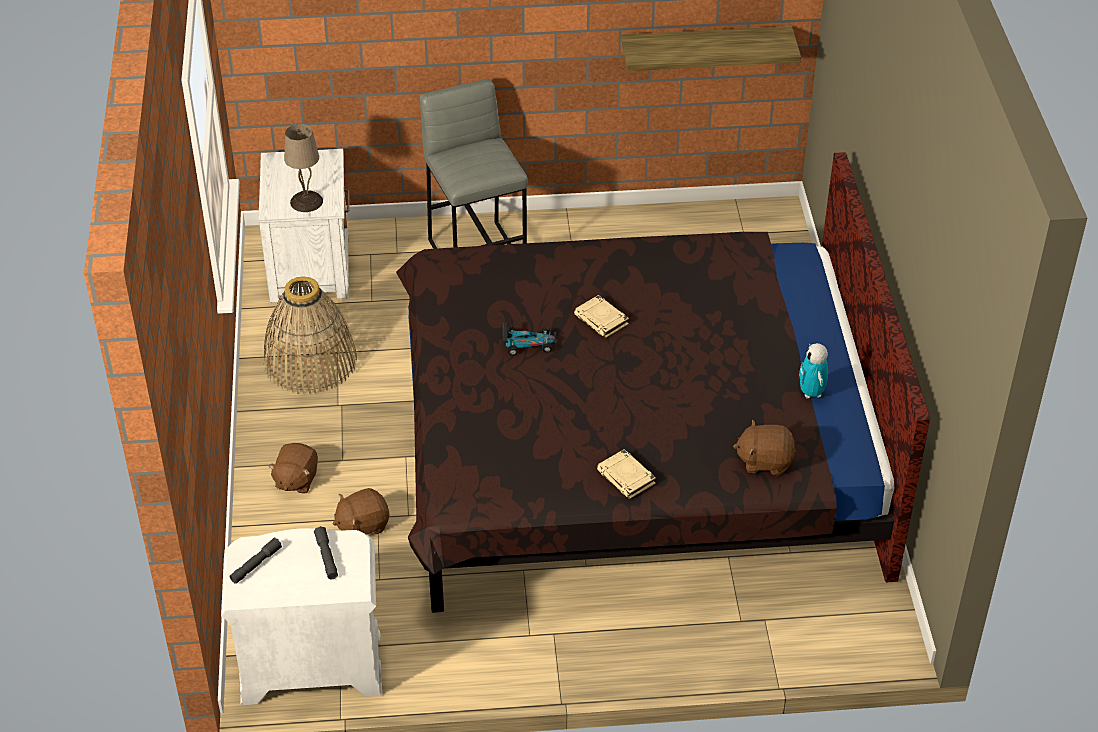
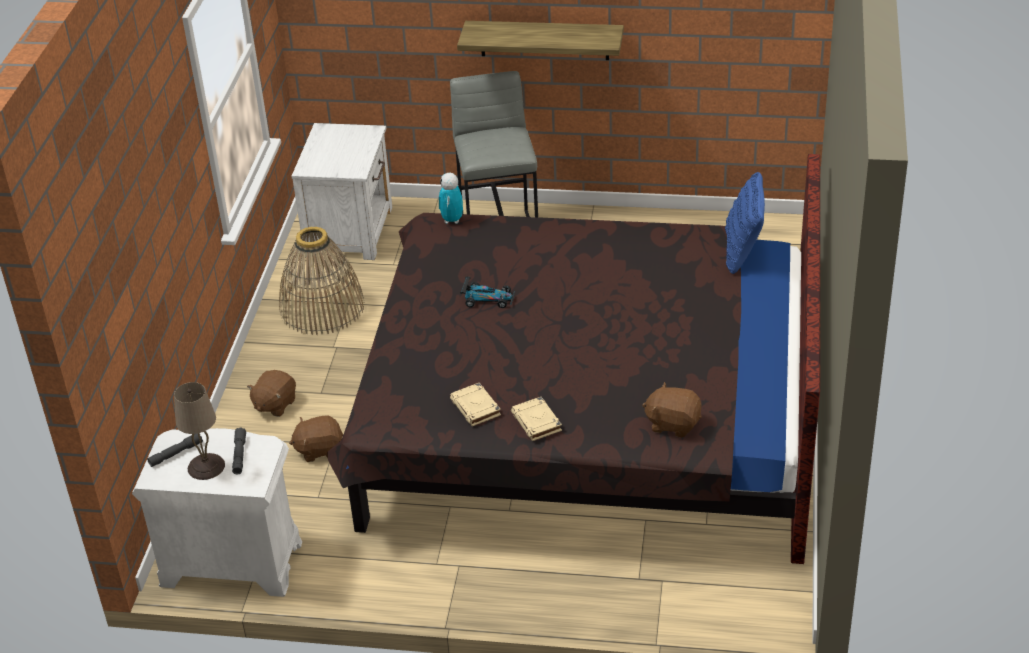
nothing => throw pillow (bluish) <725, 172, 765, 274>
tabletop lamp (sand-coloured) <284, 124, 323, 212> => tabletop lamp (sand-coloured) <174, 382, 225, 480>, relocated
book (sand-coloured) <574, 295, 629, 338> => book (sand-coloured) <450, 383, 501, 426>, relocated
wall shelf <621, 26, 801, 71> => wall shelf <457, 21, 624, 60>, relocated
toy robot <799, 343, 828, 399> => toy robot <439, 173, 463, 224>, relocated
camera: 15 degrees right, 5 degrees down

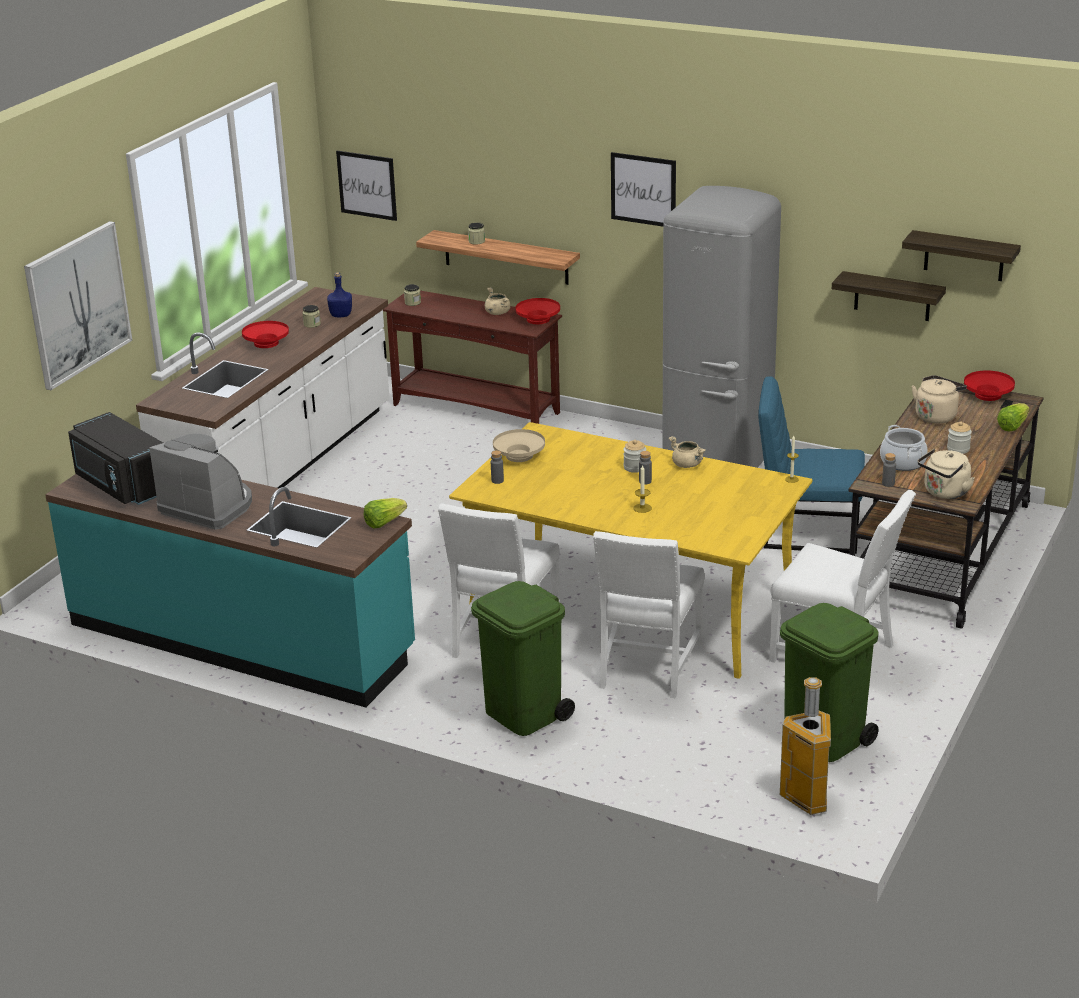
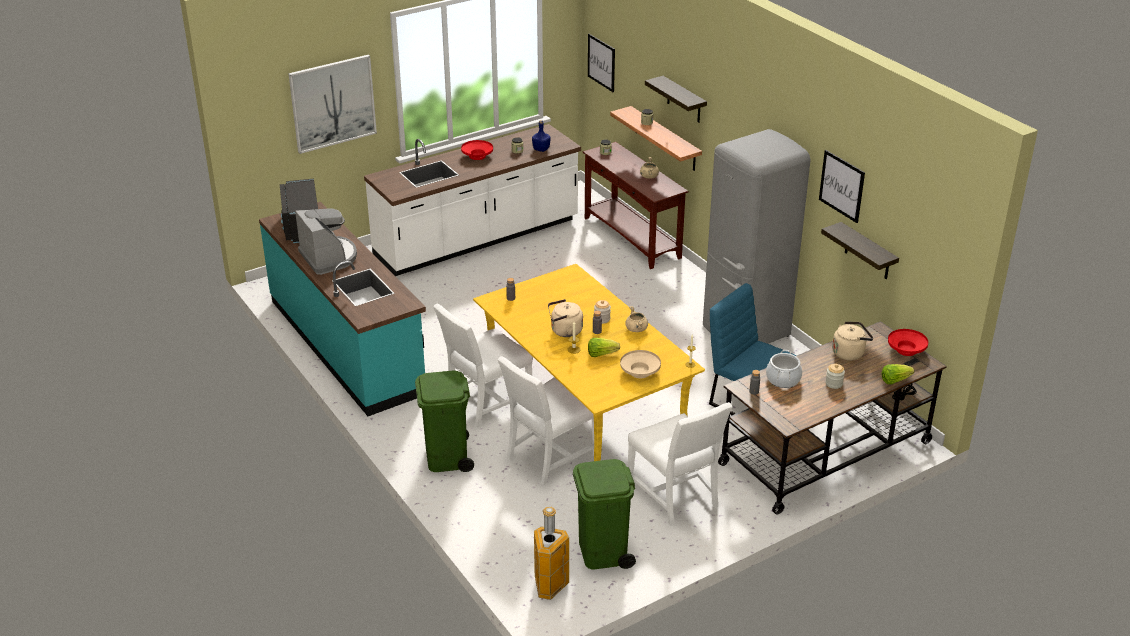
serving bowl (red) <515, 298, 560, 324> => nothing
lettuce <364, 498, 407, 528> => lettuce <588, 338, 620, 357>, relocated
serving bowl (sand-coloured) <493, 429, 545, 462> => serving bowl (sand-coloured) <620, 350, 661, 378>, relocated
wall art <611, 152, 676, 226> => wall art <819, 150, 865, 223>, relocated
wall shelf <902, 230, 1021, 281> => wall shelf <645, 76, 707, 123>, relocated
tea kettle (sand-coloured) <918, 449, 975, 499> => tea kettle (sand-coloured) <548, 299, 583, 337>, relocated
camera: 30 degrees right, 5 degrees up

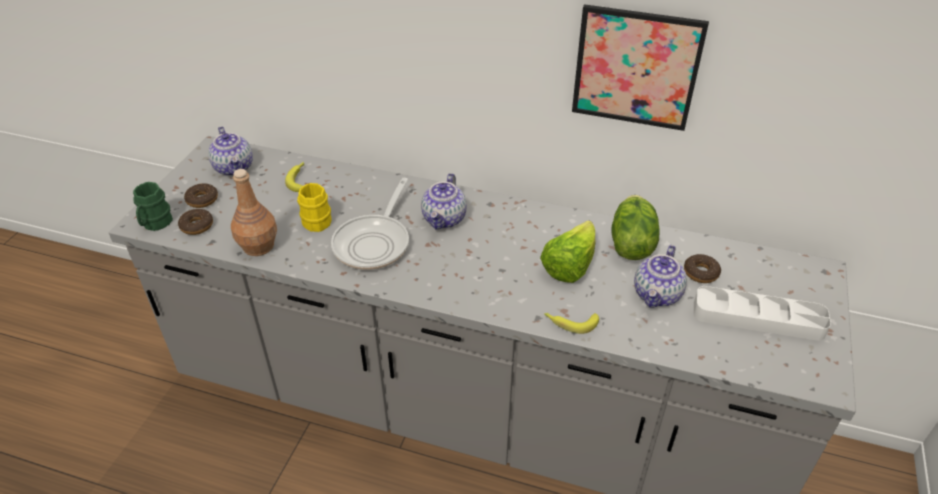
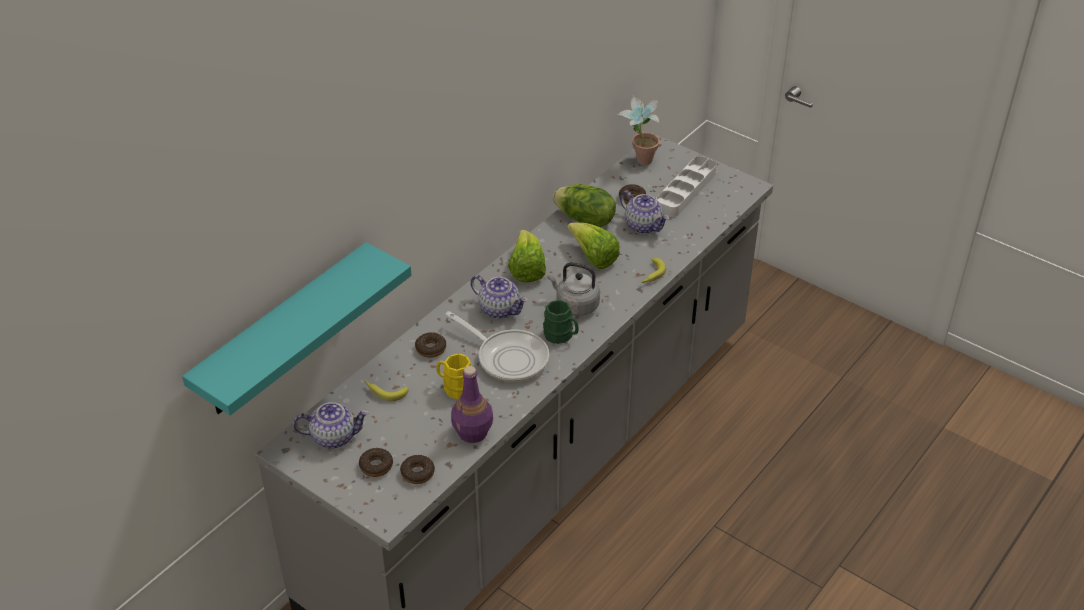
wall art <572, 4, 709, 131> => nothing
nothing => wall shelf (blue-green) <182, 242, 411, 415>
nothing => ring doughnut <415, 332, 446, 358>
nothing => lettuce <508, 229, 546, 283>
nothing => tea kettle (gray) <547, 262, 600, 316>
nothing => houseplant <618, 94, 660, 165>
tea mug (green-coloured) <133, 182, 173, 231> => tea mug (green-coloured) <543, 300, 579, 344>, relocated
bottle (brownish) <231, 169, 277, 256> => bottle (purple) <451, 366, 493, 443>
camera: 70 degrees left, 0 degrees up

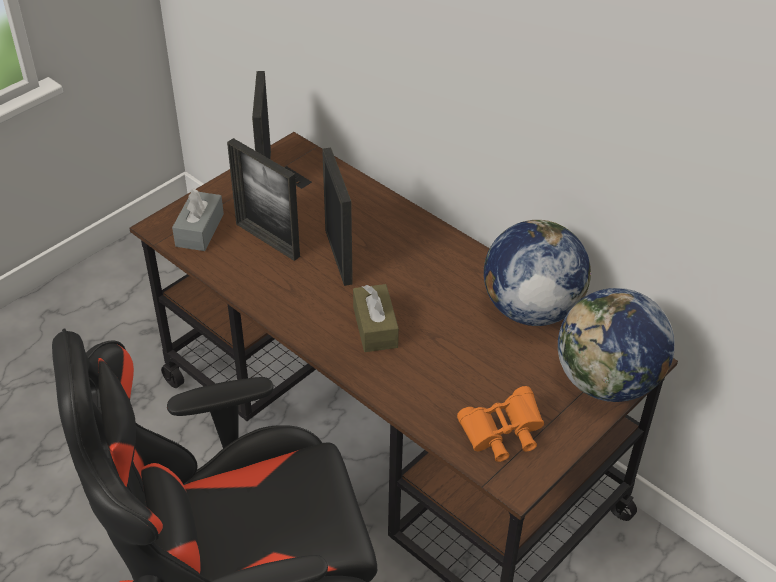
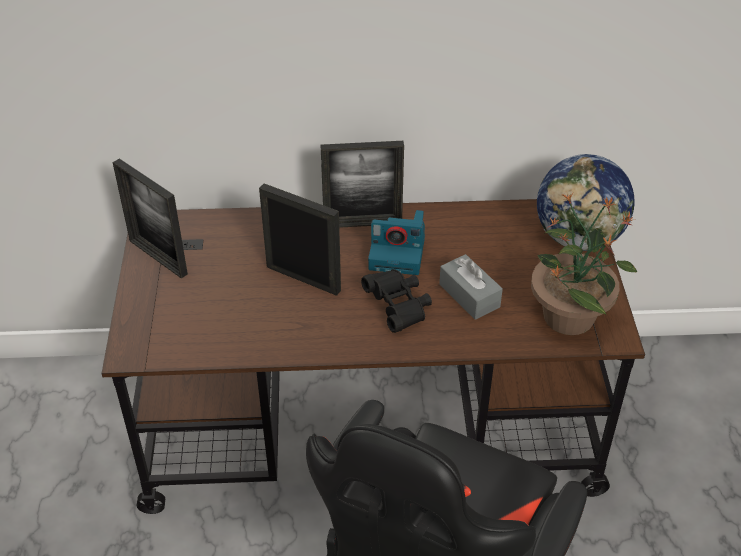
desk globe <484, 220, 591, 326> => nothing
nothing => still camera <368, 210, 425, 275>
tissue holder (gray) <172, 189, 224, 251> => tissue holder (gray) <439, 254, 503, 320>, relocated
picture frame <227, 138, 300, 261> => picture frame <320, 141, 404, 228>, relocated
tissue holder (brownish) <353, 284, 399, 352> => binoculars (black-coloured) <361, 269, 432, 333>
binoculars (orangey) <457, 386, 544, 462> => houseplant <531, 193, 638, 335>
camera: 45 degrees left, 0 degrees up

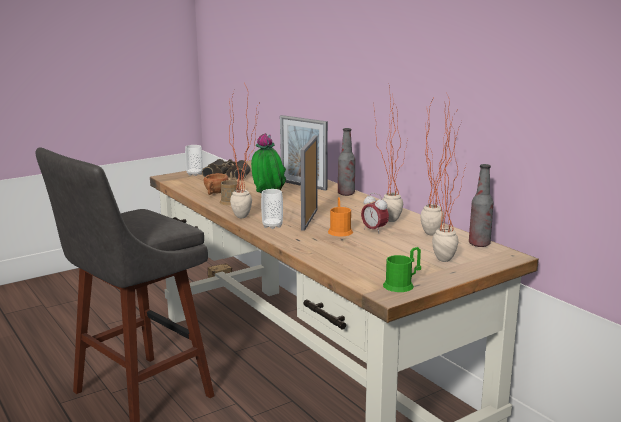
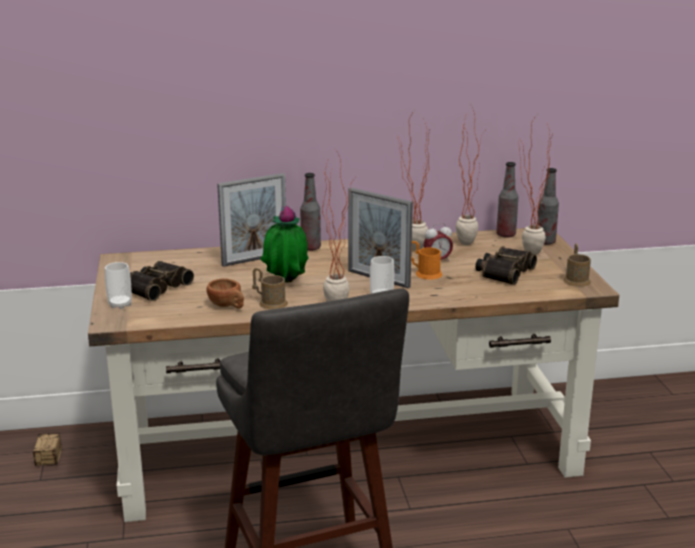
nothing => binoculars <475, 247, 537, 285>
nothing => bottle <537, 168, 559, 245>
tea mug (green-coloured) <383, 247, 421, 292> => tea mug (brownish) <563, 243, 591, 287>
camera: 65 degrees left, 5 degrees up

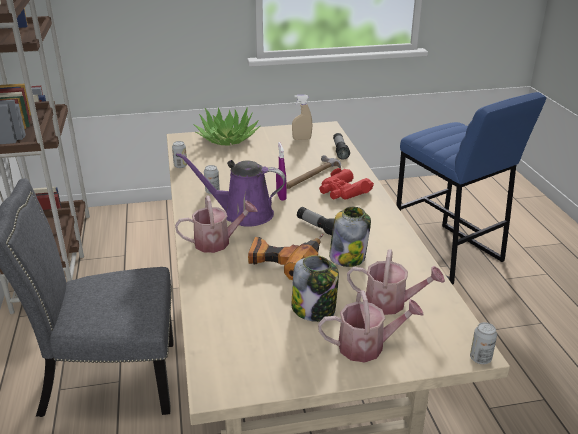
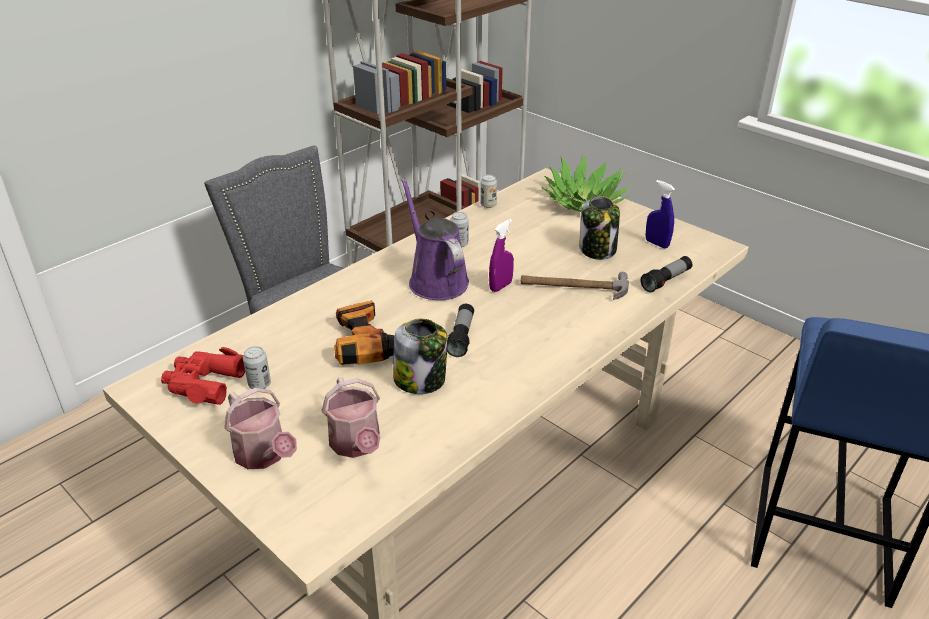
watering pot <175, 195, 258, 253> => nothing
preserve jar <292, 255, 339, 322> => preserve jar <579, 196, 620, 260>, relocated
binoculars (red) <319, 168, 374, 200> => binoculars (red) <161, 347, 245, 405>, relocated
metal can <470, 322, 497, 364> => metal can <243, 346, 271, 389>, relocated
sprayer (sand-coloured) <292, 95, 312, 140> => sprayer (bluish) <646, 180, 675, 249>
camera: 55 degrees right, 5 degrees up

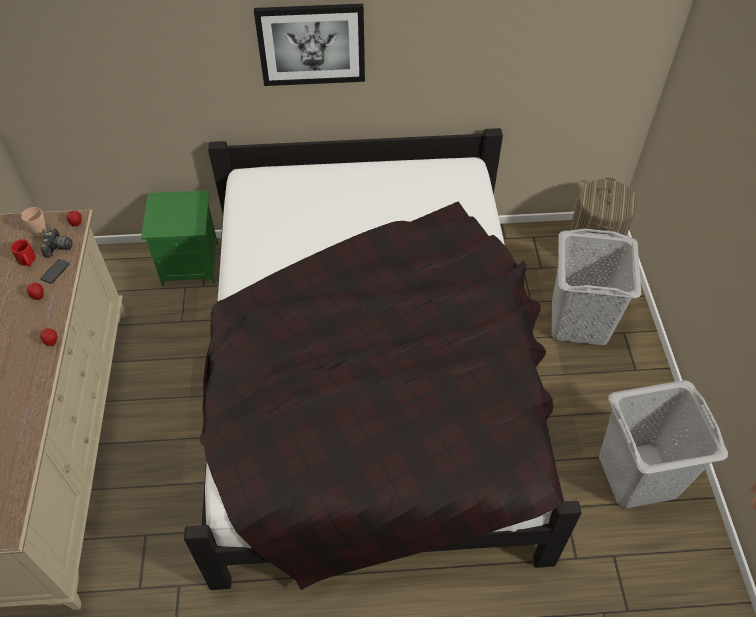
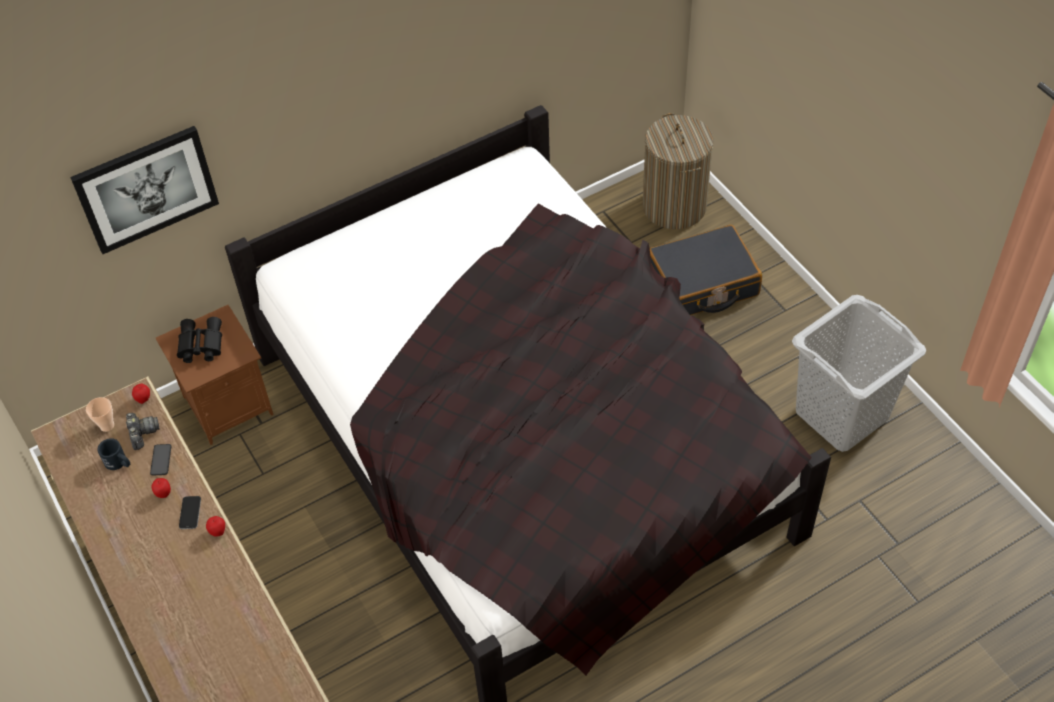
nothing => binoculars (black-coloured) <177, 317, 222, 363>
nothing => telephone <179, 496, 201, 529>
wall art <254, 4, 365, 86> => wall art <70, 126, 219, 254>, relocated
laundry basket (gray) <552, 229, 641, 345> => travel case (black-coloured) <650, 225, 762, 315>
tea mug (red) <10, 239, 36, 267> => tea mug (black-coloured) <97, 438, 130, 470>
nightstand (green-coloured) <141, 190, 218, 287> => nightstand (brownish) <156, 305, 273, 445>
camera: 25 degrees left, 0 degrees up

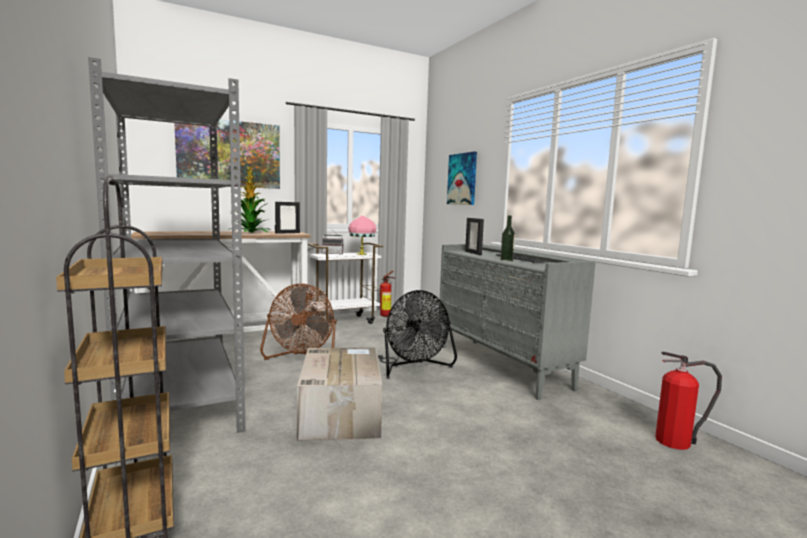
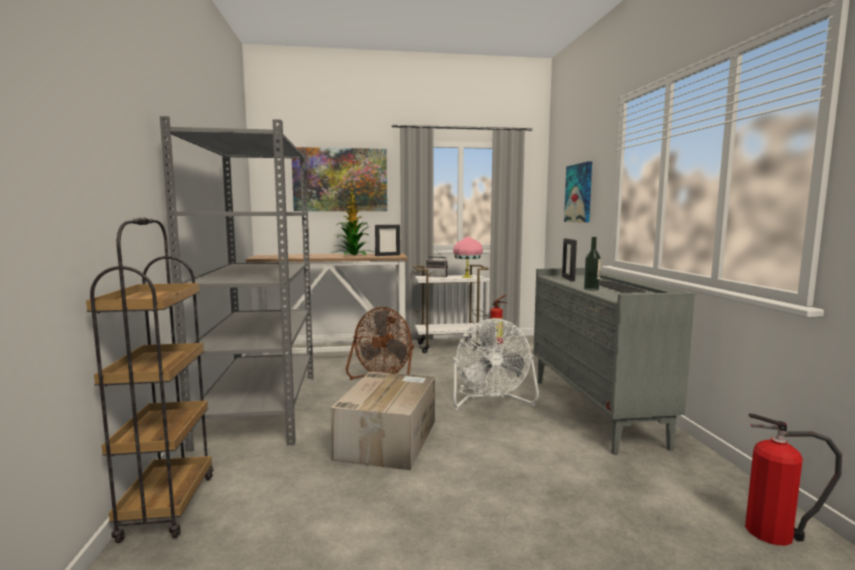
electric fan (black-coloured) <378, 290, 457, 379> => electric fan (white) <453, 319, 539, 411>
camera: 20 degrees right, 0 degrees up

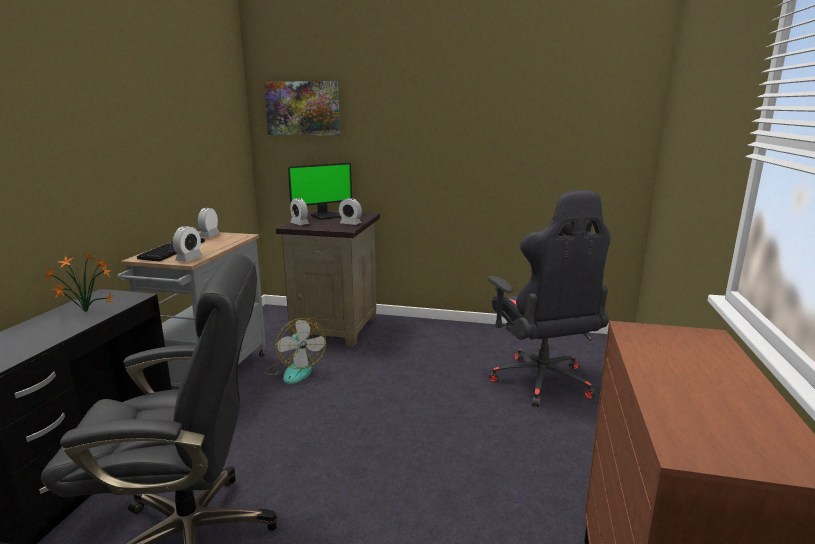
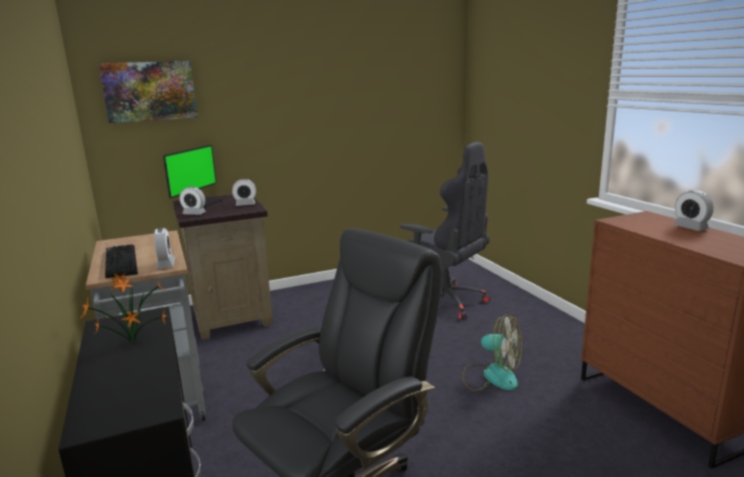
table clock <198, 208, 220, 238> => table clock <673, 190, 714, 231>, relocated
electric fan <264, 318, 326, 384> => electric fan <462, 314, 522, 391>, relocated
camera: 35 degrees left, 0 degrees up

